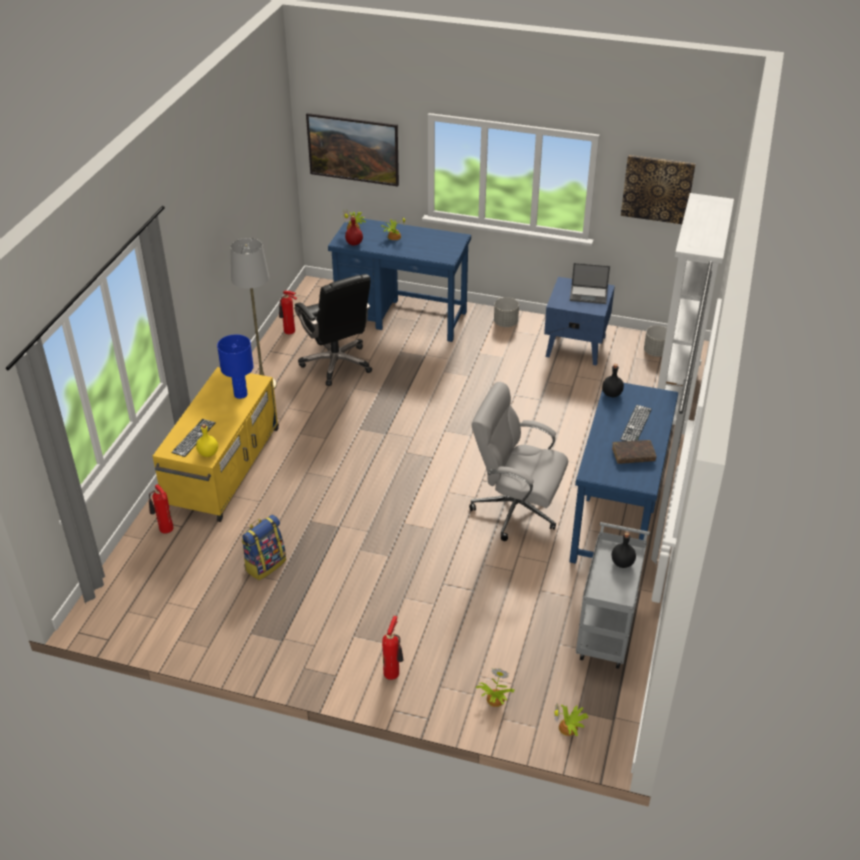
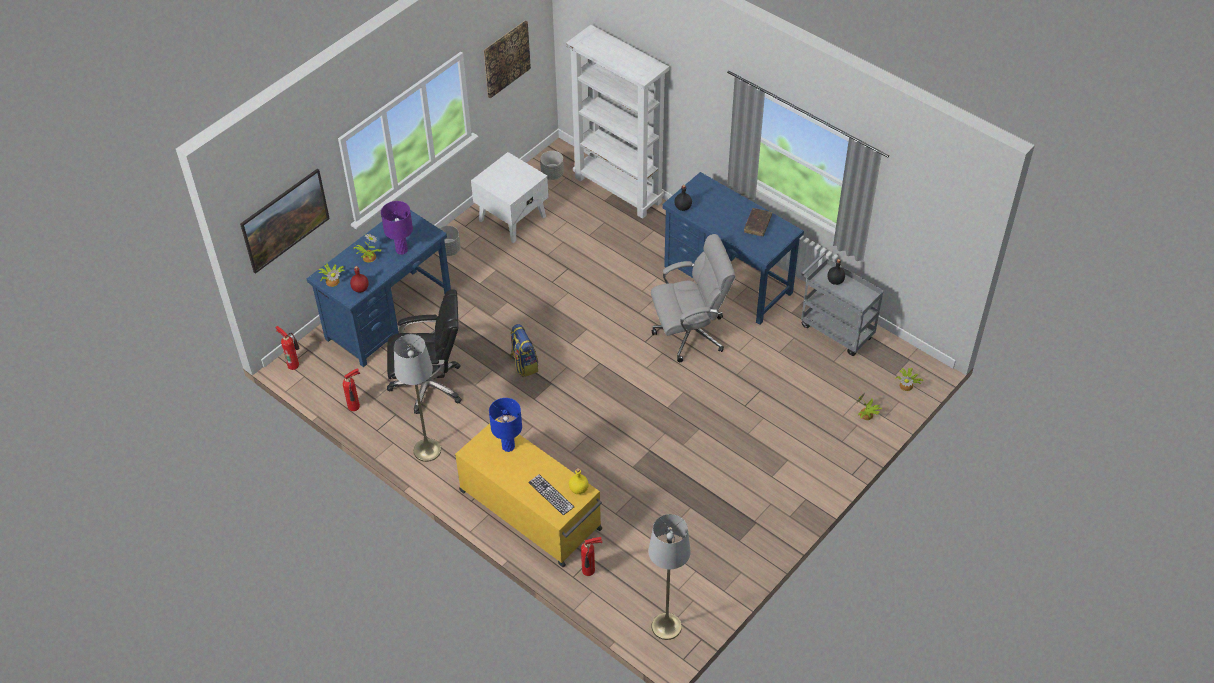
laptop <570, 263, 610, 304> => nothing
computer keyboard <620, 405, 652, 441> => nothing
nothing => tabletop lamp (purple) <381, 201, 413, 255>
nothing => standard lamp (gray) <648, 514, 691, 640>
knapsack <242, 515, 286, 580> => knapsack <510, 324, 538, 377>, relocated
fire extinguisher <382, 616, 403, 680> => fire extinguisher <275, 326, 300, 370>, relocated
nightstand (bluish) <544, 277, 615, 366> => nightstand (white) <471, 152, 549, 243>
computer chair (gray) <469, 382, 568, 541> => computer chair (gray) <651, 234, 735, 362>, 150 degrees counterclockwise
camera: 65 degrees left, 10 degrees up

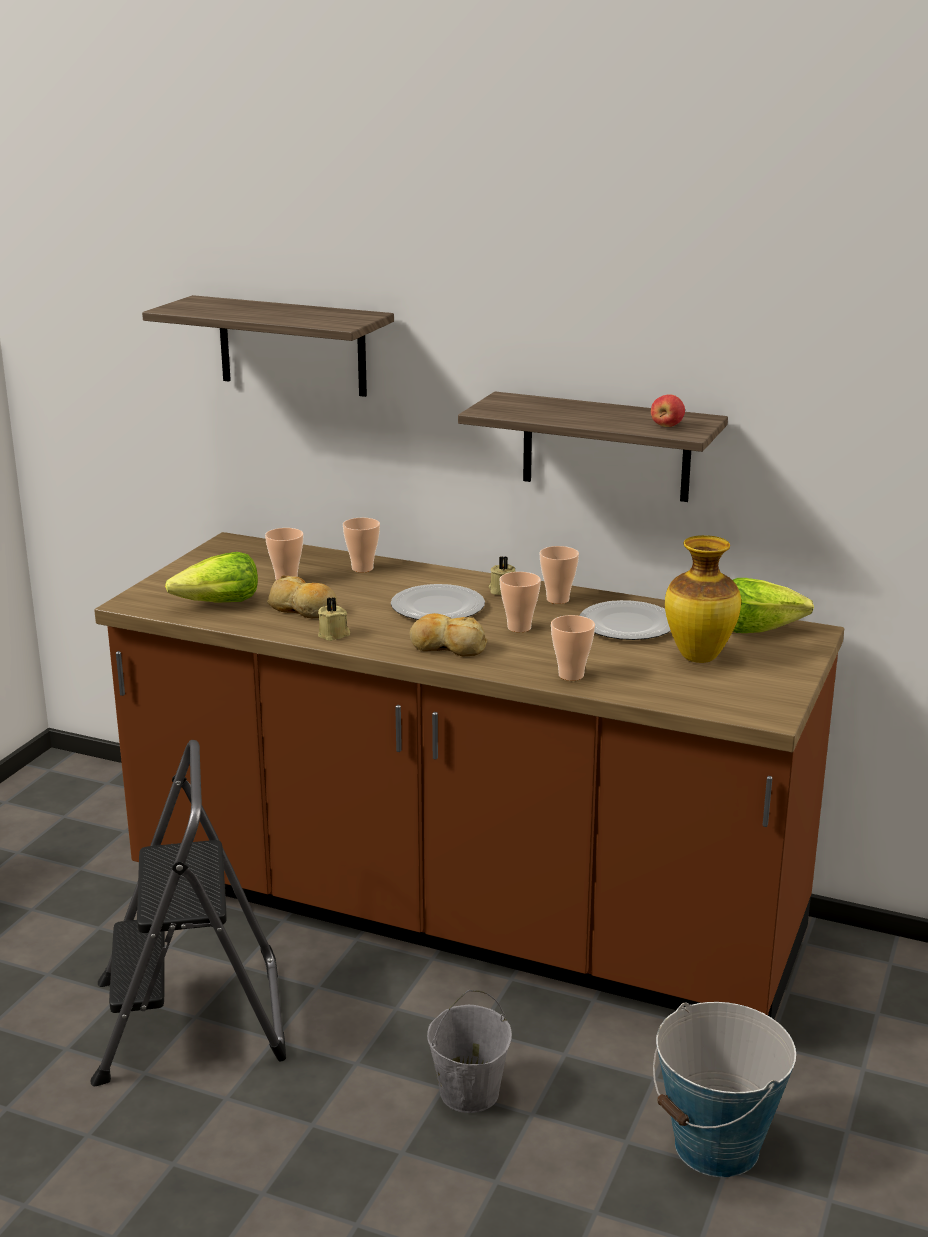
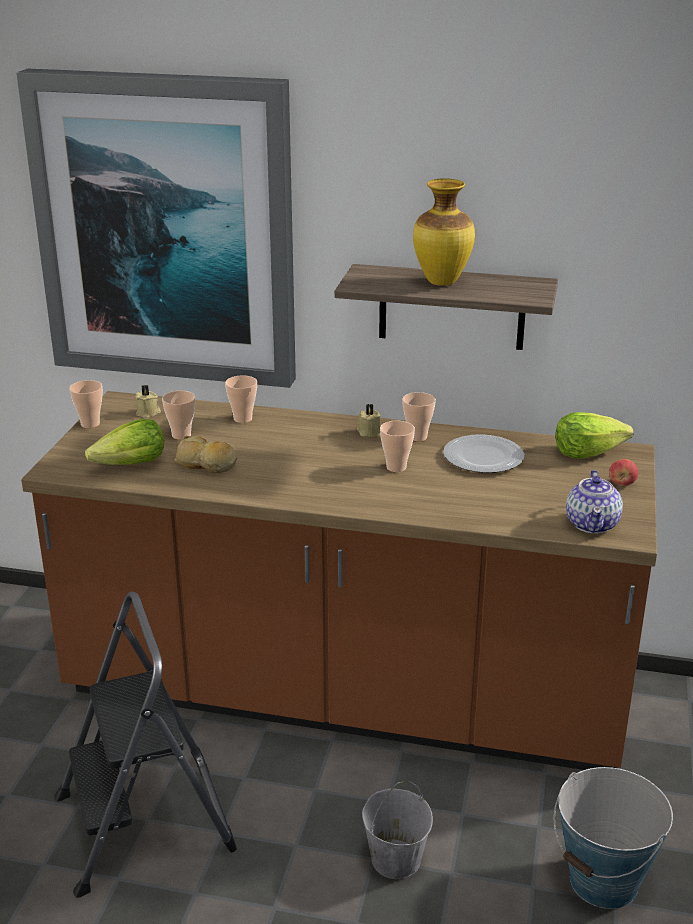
flat dish <391, 584, 485, 620> => nothing
bread <410, 613, 487, 656> => nothing
nothing => tea pot <566, 470, 623, 534>
wax light (sand-coloured) <318, 597, 350, 641> => wax light (sand-coloured) <135, 385, 161, 418>, relocated
cup <551, 615, 595, 681> => cup <69, 380, 103, 428>, relocated
apple fruit <651, 394, 685, 427> => apple fruit <609, 459, 638, 486>, relocated
vase <665, 535, 741, 663> => vase <413, 178, 475, 286>, relocated
wall shelf <142, 295, 394, 397> => wall art <16, 69, 296, 388>
camera: 10 degrees left, 5 degrees up

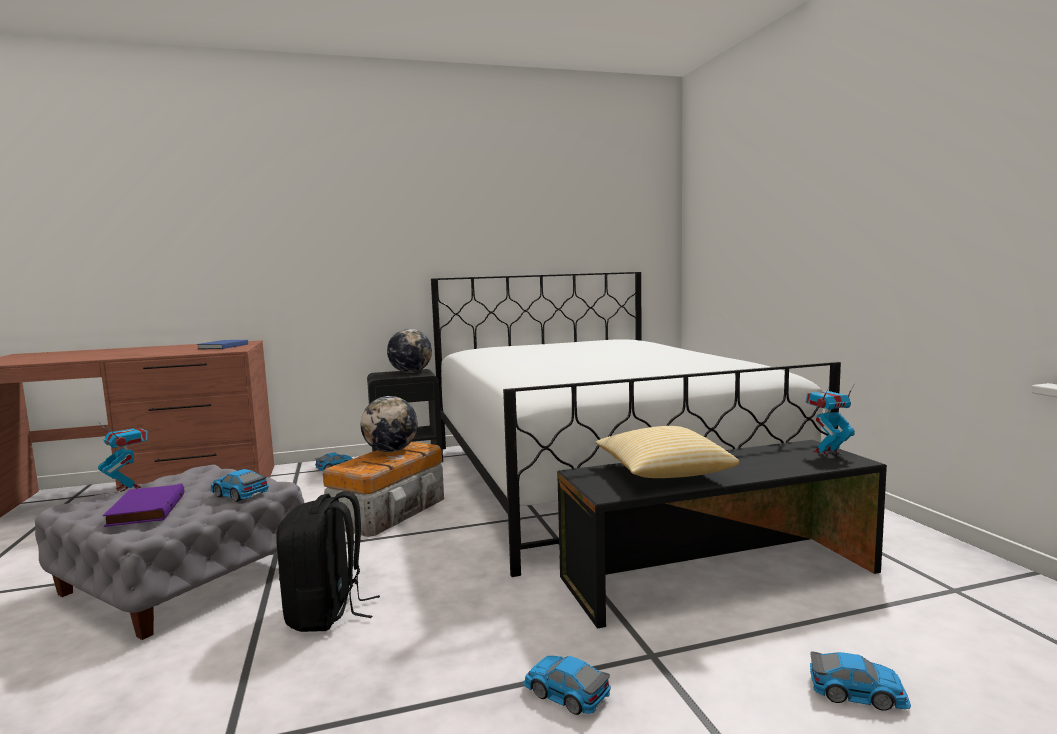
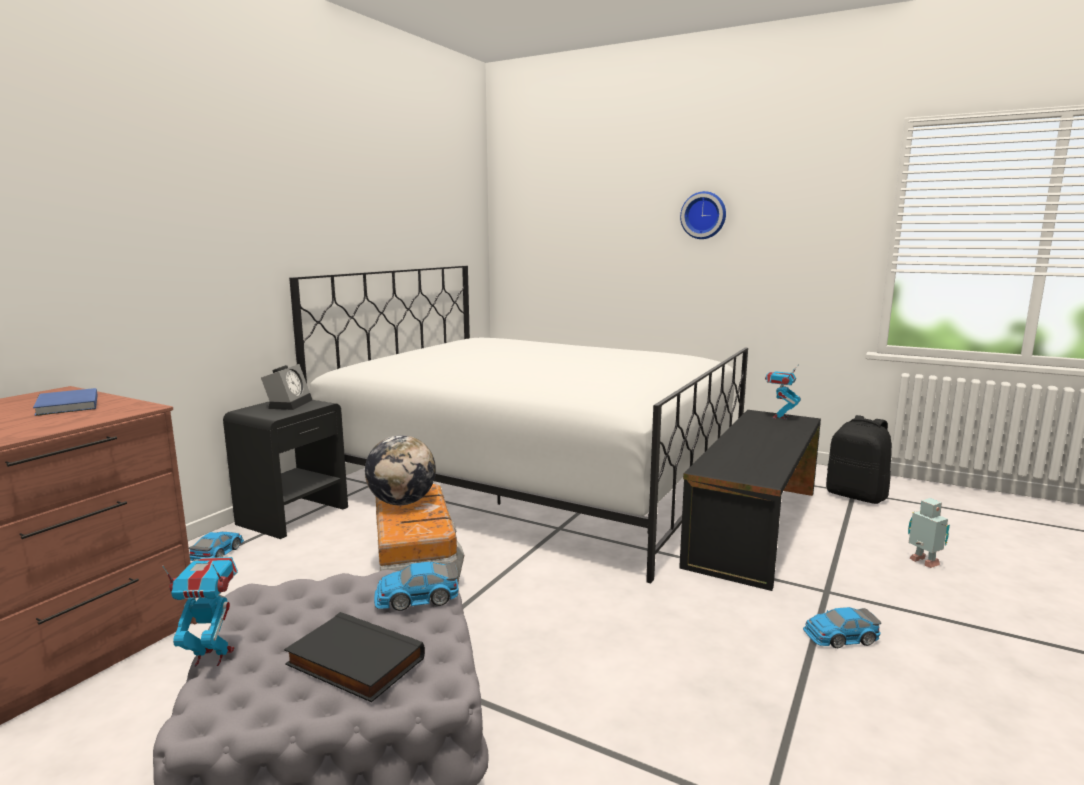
throw pillow <595, 426, 739, 478> => nothing
nothing => clock on the wall <680, 191, 726, 239>
knapsack (black-coloured) <276, 491, 380, 632> => knapsack (black-coloured) <826, 415, 892, 504>, relocated
desk globe <387, 329, 432, 373> => table clock <261, 364, 312, 410>
toy car <810, 651, 911, 711> => toy robot <908, 498, 950, 568>
book (purple) <103, 483, 184, 527> => book (black-coloured) <284, 612, 425, 702>
camera: 45 degrees left, 5 degrees up

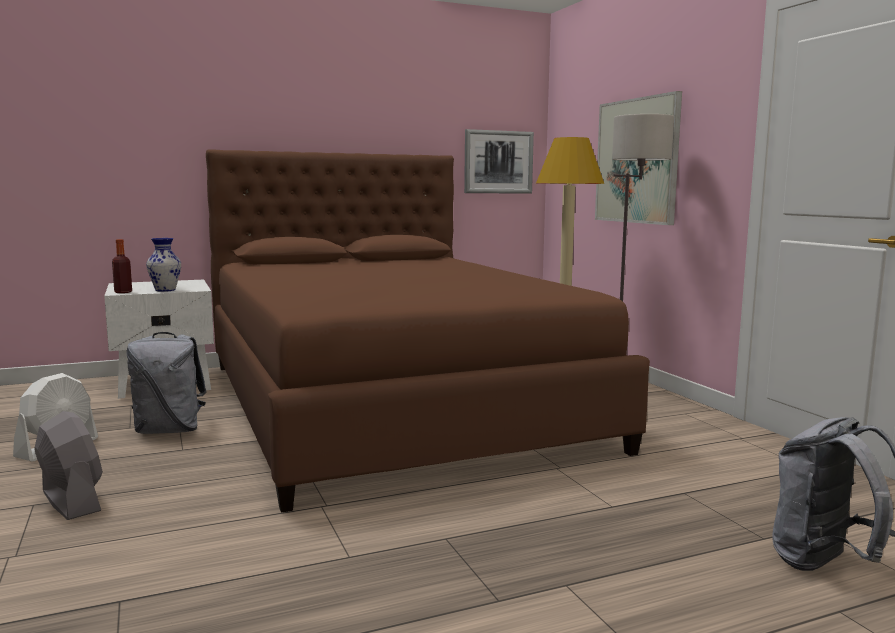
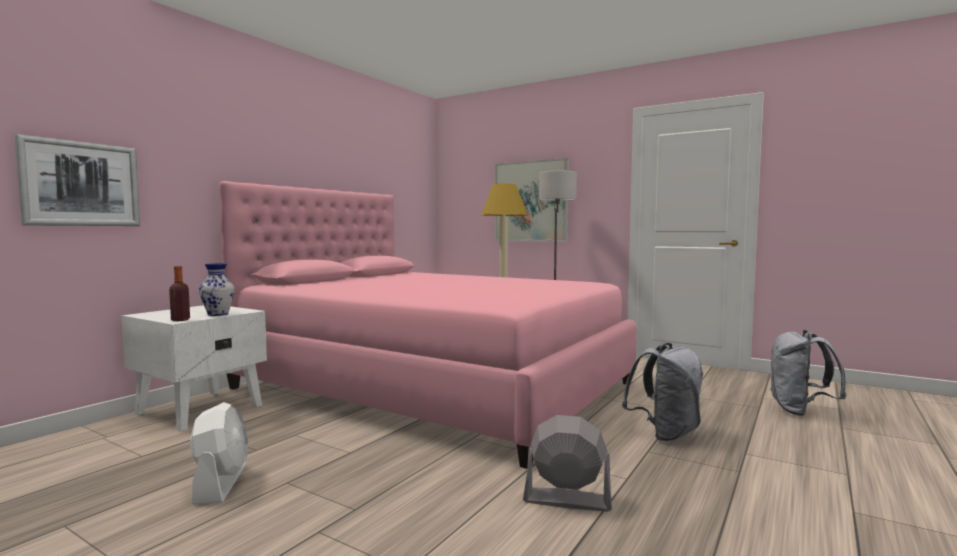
electric fan (gray) <35, 411, 103, 520> => electric fan (gray) <523, 415, 612, 512>, relocated
knapsack (gray) <126, 332, 207, 434> => knapsack (gray) <622, 343, 703, 441>, relocated
wall art <464, 129, 534, 193> => wall art <15, 134, 140, 226>, relocated
bedroom bed (brownish) <206, 149, 650, 513> => bedroom bed (pink) <219, 181, 637, 469>
camera: 35 degrees left, 5 degrees down

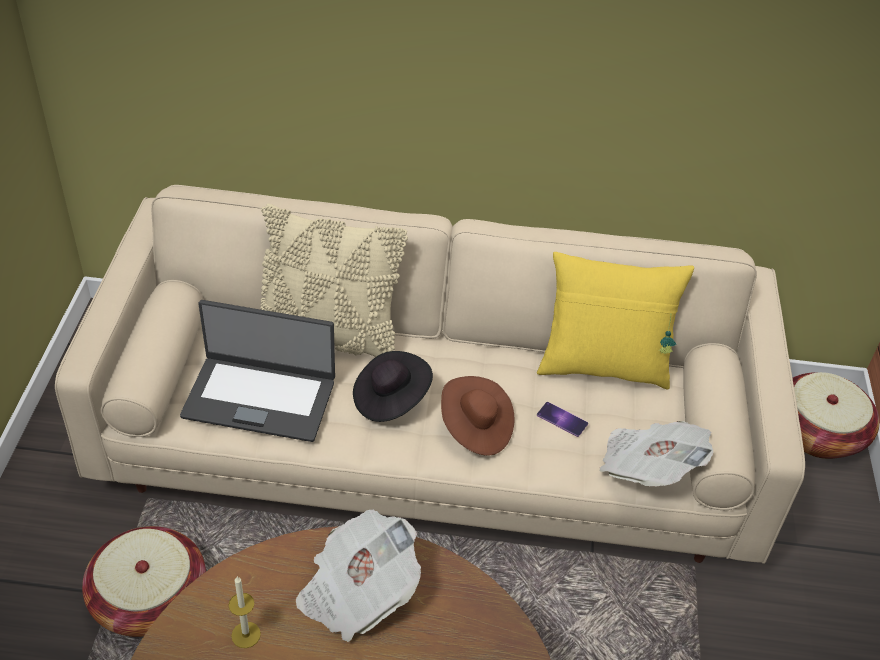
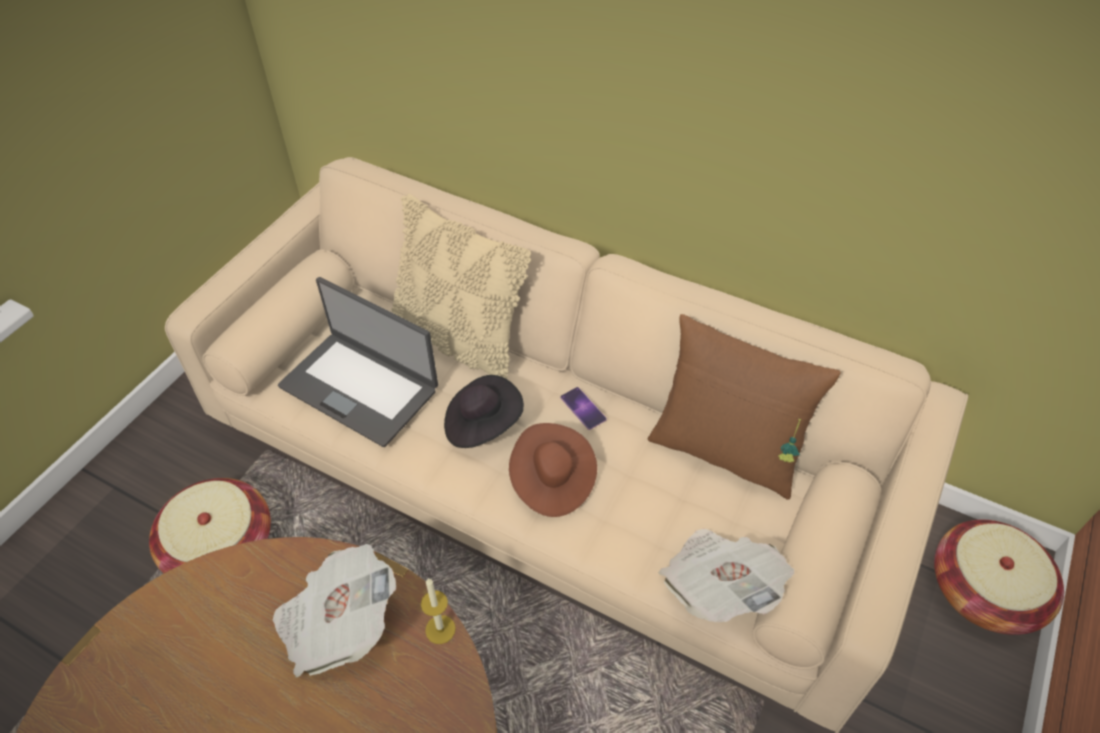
wax light <228, 576, 261, 648> => wax light <421, 578, 456, 644>, relocated
telephone <537, 402, 588, 437> => telephone <560, 387, 607, 430>, relocated
throw pillow (yellowish) <537, 252, 694, 390> => throw pillow (brownish) <648, 314, 841, 500>
camera: 25 degrees right, 5 degrees up

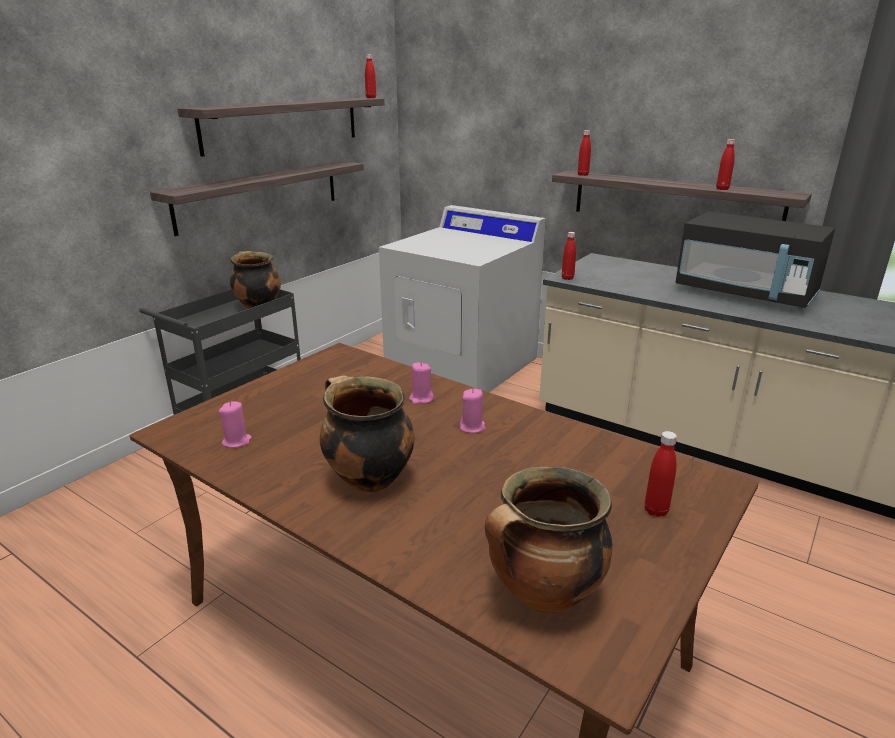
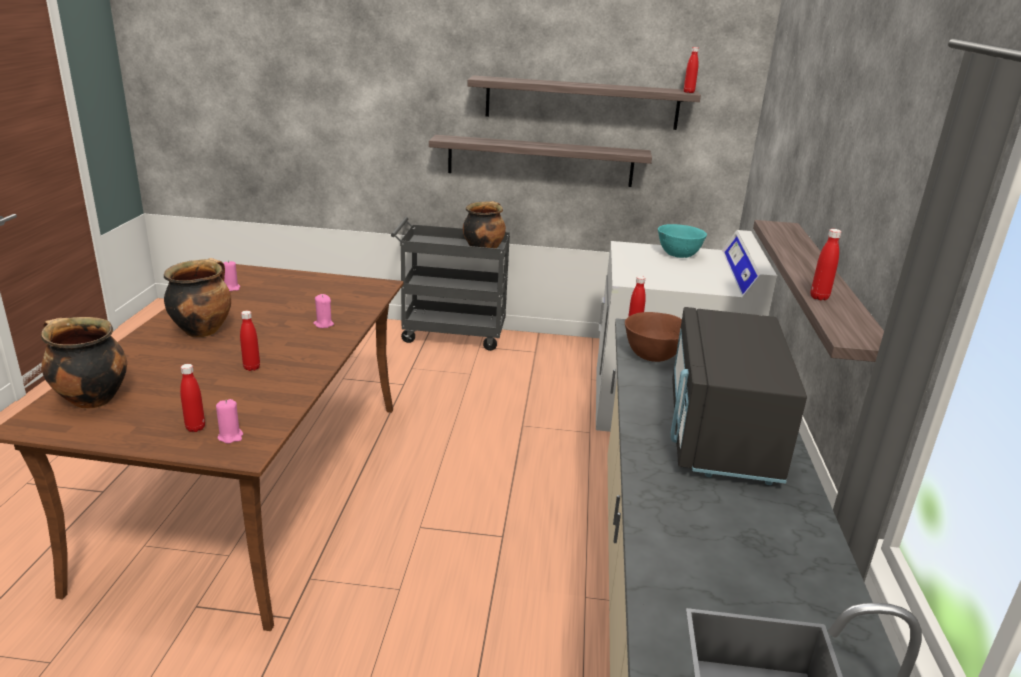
nothing => serving bowl (brownish) <625, 312, 682, 362>
nothing => serving bowl (blue-green) <658, 224, 707, 258>
wax light (pink) <460, 389, 486, 433> => wax light (pink) <216, 399, 243, 444>, relocated
bottle (red) <578, 130, 591, 176> => bottle (red) <240, 311, 260, 371>, relocated
camera: 60 degrees right, 0 degrees up

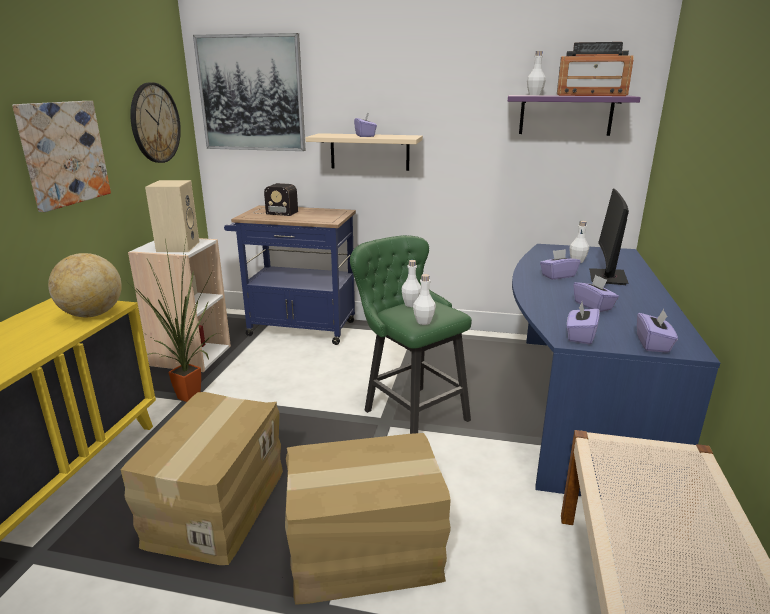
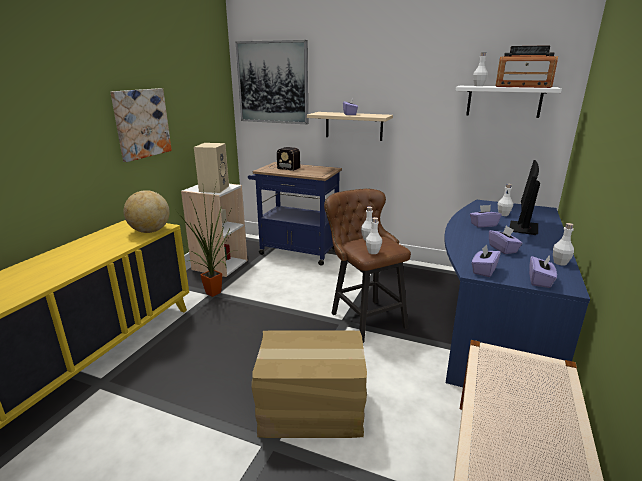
packing box <120, 392, 283, 565> => nothing
clock on the wall <130, 82, 181, 163> => nothing
nothing => bottle (white) <553, 223, 574, 266>
stool seat (green-coloured) <350, 235, 472, 434> => stool seat (brownish) <324, 188, 411, 343>
wall shelf (purple) <508, 95, 641, 136> => wall shelf (white) <455, 86, 562, 118>
camera: 10 degrees right, 0 degrees up

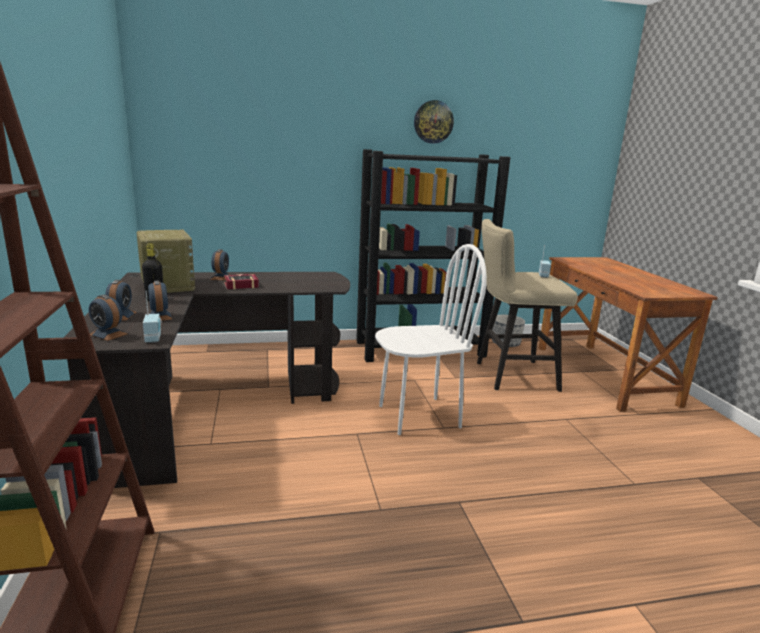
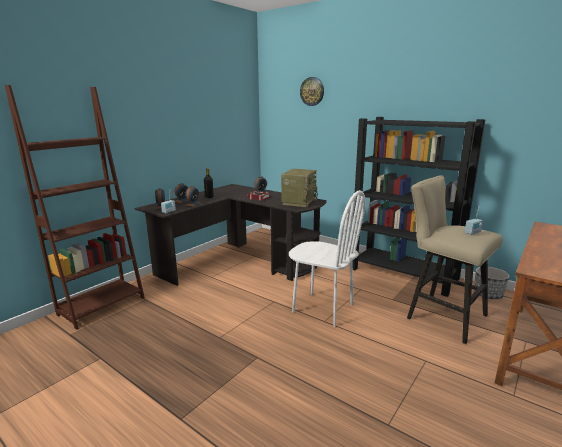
radio <136, 230, 195, 293> => radio <281, 169, 318, 207>, relocated
clock on the wall <414, 100, 454, 144> => clock on the wall <300, 77, 324, 106>, relocated
camera: 50 degrees right, 0 degrees up

